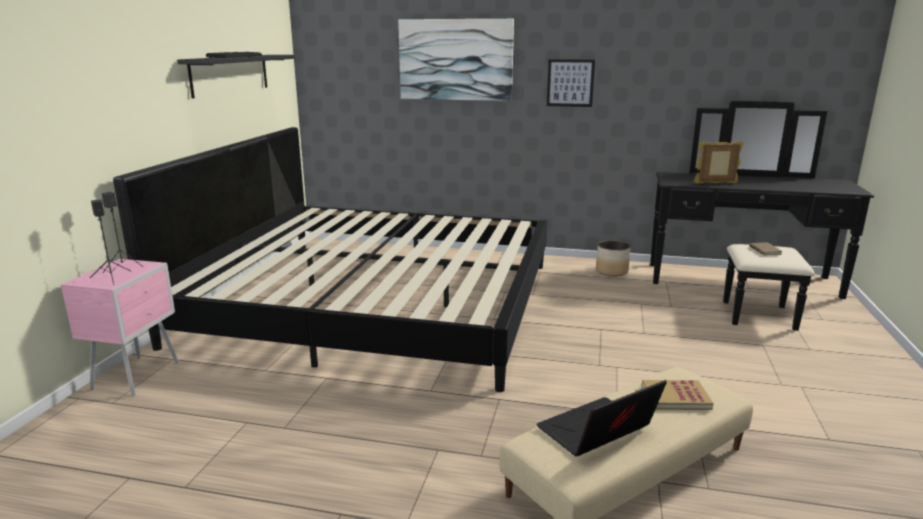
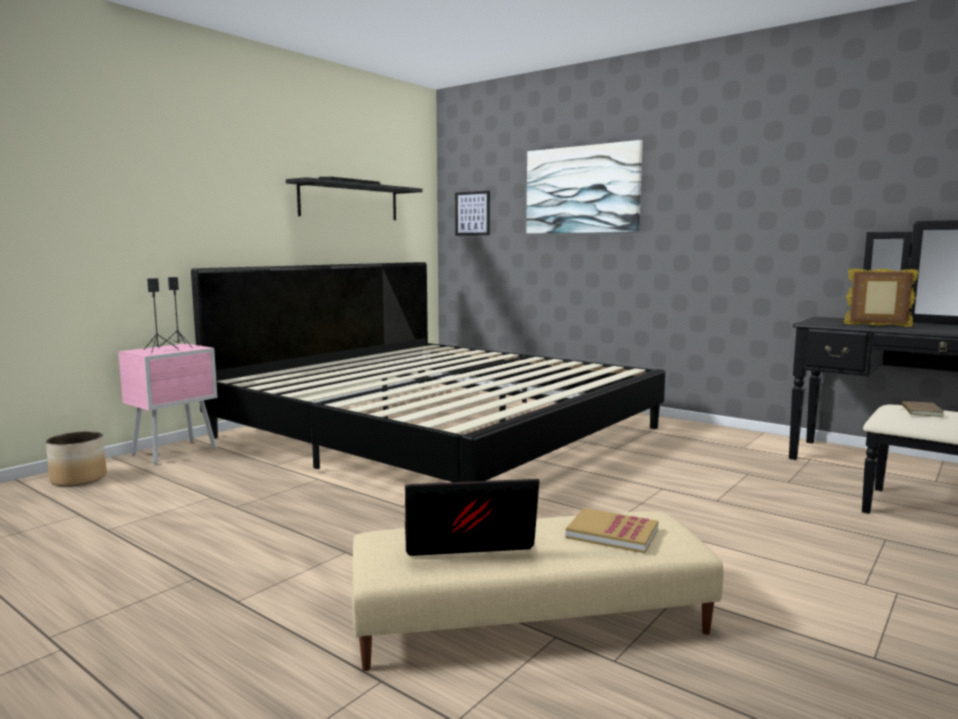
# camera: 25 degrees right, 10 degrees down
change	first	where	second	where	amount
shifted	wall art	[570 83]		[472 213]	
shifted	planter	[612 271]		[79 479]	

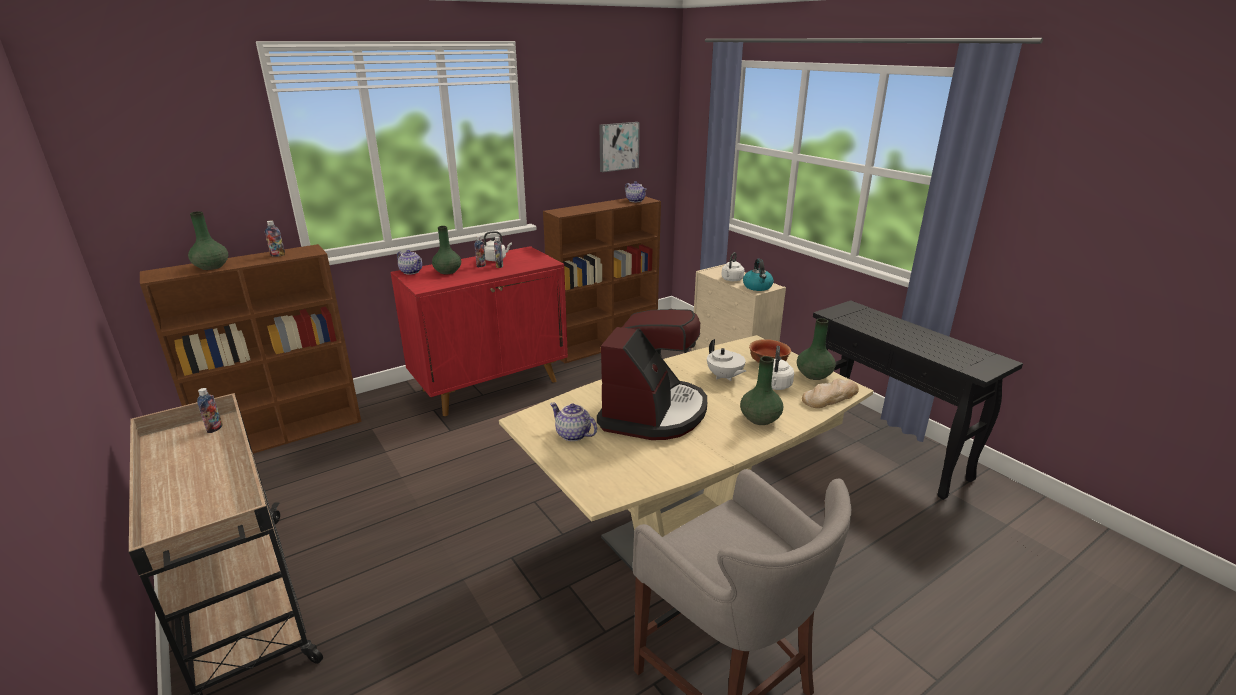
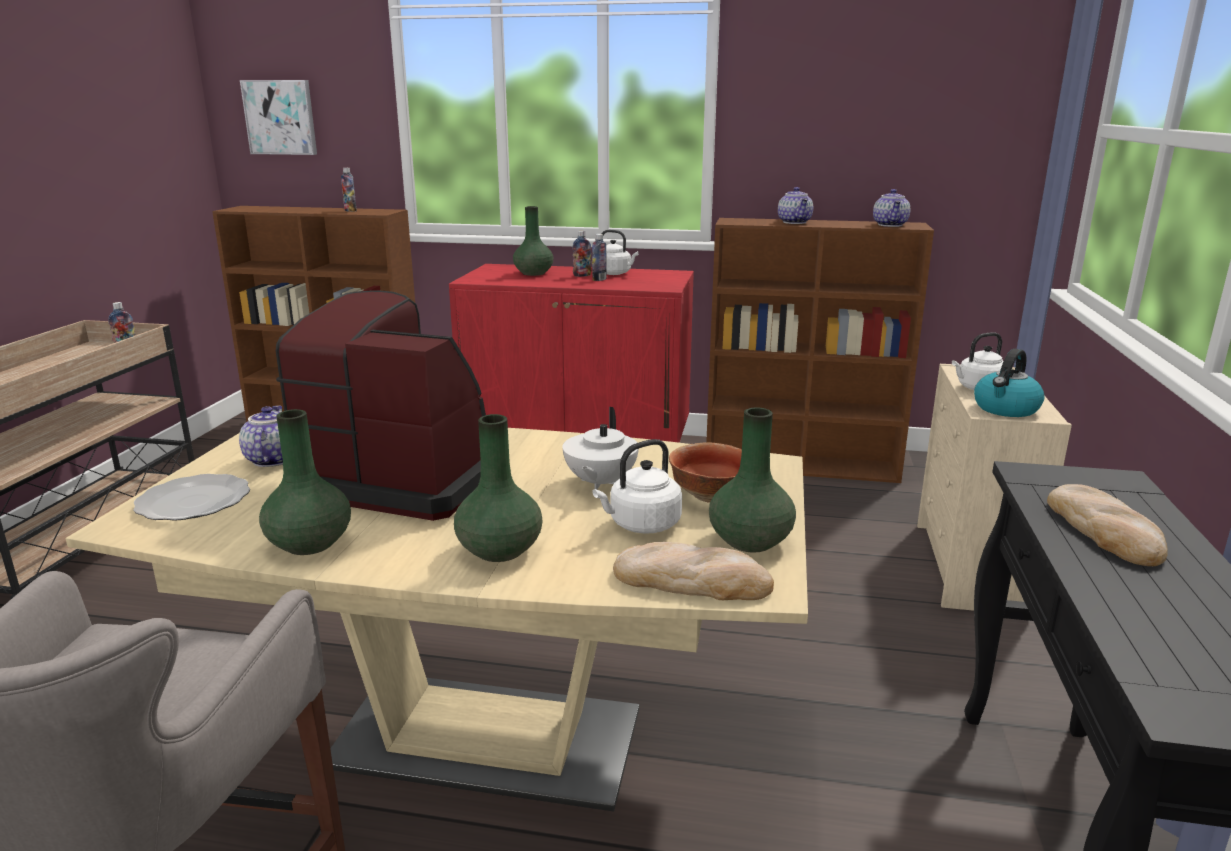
# camera: 45 degrees right, 5 degrees down
change	first	where	second	where	amount
new			flat dish	[192 502]	
new			baked bread	[1104 531]	
shifted	flower vase (greenish)	[212 267]		[310 543]	
shifted	pot for tea	[412 272]		[795 222]	
shifted	wall art	[618 146]		[280 117]	
rotated	coffee brewer	[653 412]		[403 478]	135 degrees counterclockwise

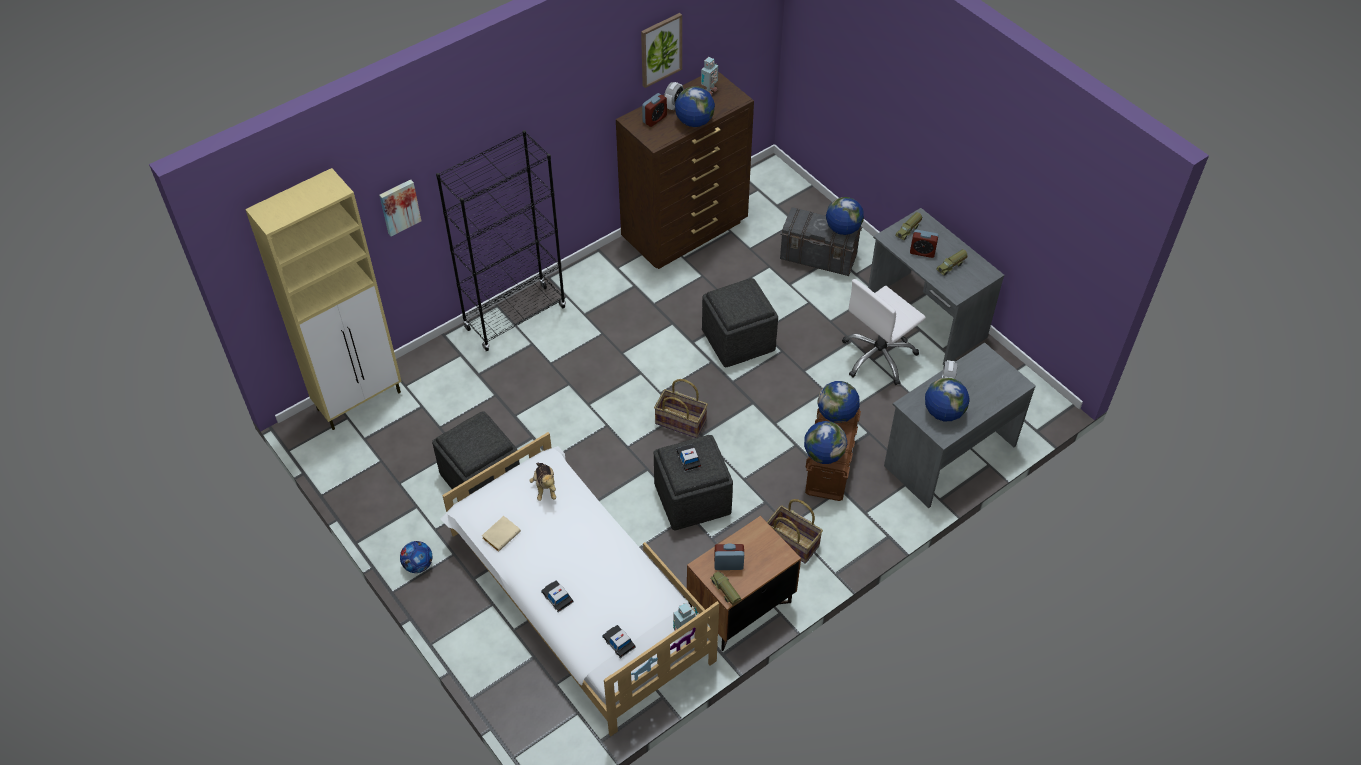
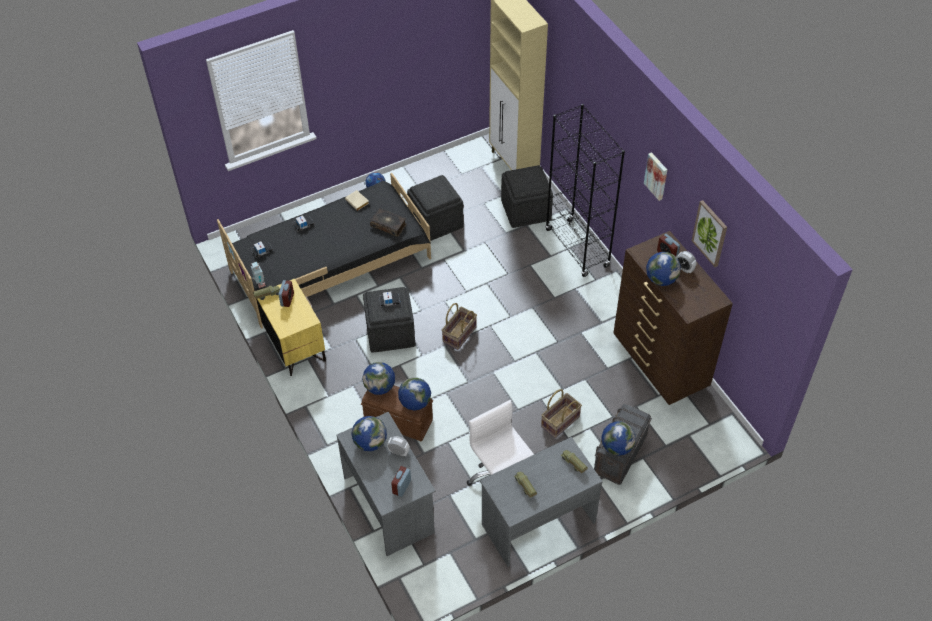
# camera: 100 degrees right, 0 degrees up
change	first	where	second	where	amount
gone	model robot	[709 91]			
shifted	wall art	[399 206]		[657 176]	
shifted	ottoman (grey)	[737 339]		[526 209]	
shifted	basket	[793 542]		[560 422]	
shifted	table clock	[922 252]		[401 487]	
swapped	cuddly toy	[545 487]	book	[388 225]	
repainted	sleeping bed (whitish)	[577 595]	sleeping bed (black)	[331 263]	
repainted	nightstand (brown)	[740 608]	nightstand (yellow)	[295 346]	

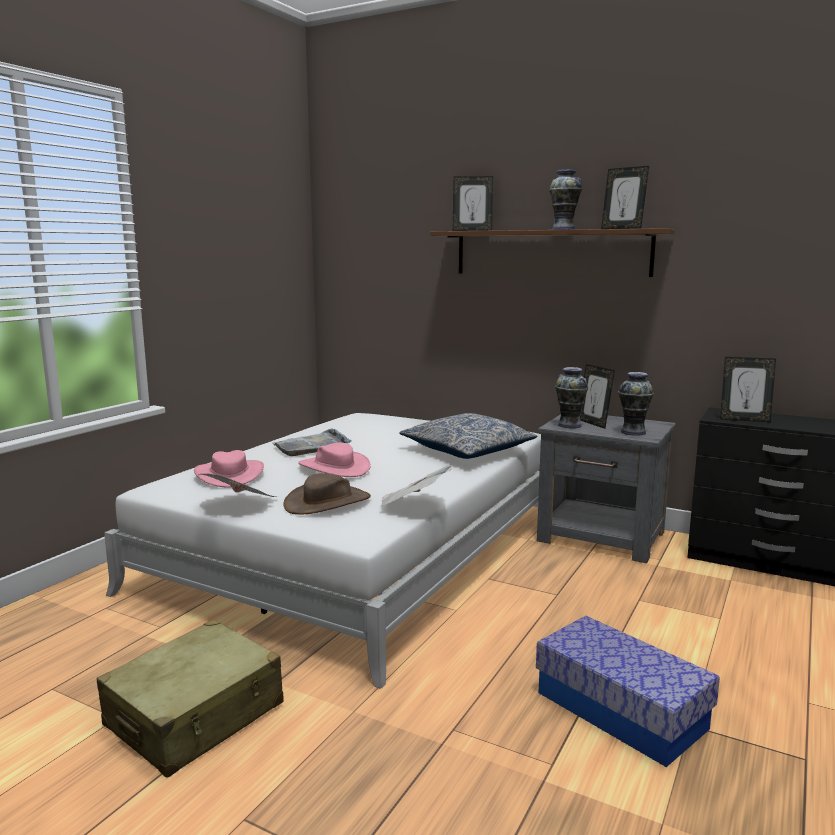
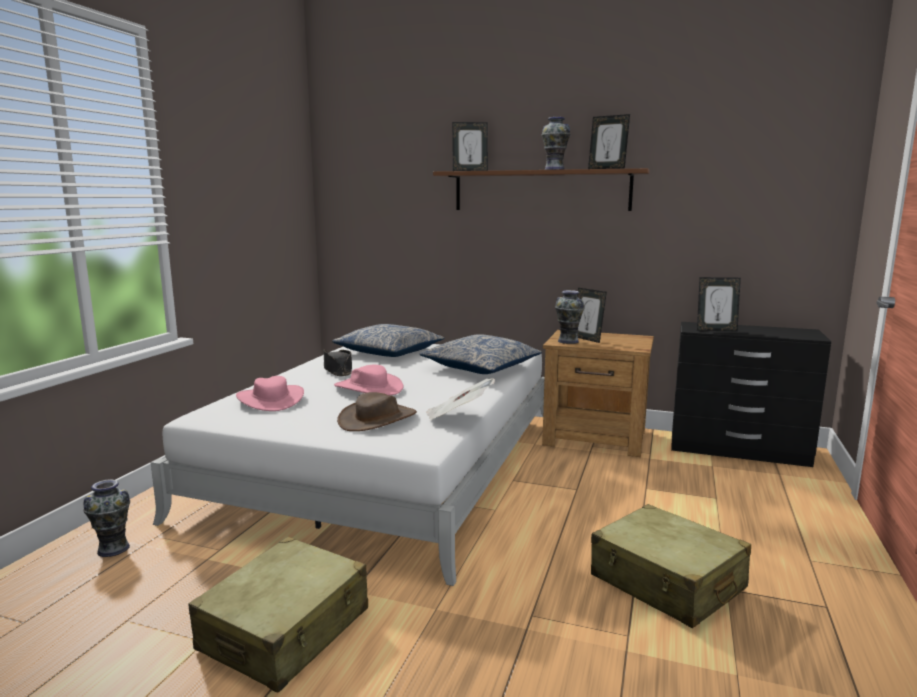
# camera: 10 degrees left, 0 degrees up
change	first	where	second	where	amount
gone	printed paper	[241 505]			
new			cushion	[389 352]	
shifted	flower vase	[633 432]		[113 549]	
swapped	tray (grey)	[312 446]	clothing hat (black)	[338 370]	
swapped	storage bin	[621 710]	travel case (sand-coloured)	[667 582]	
repainted	nightstand (grey)	[602 537]	nightstand (brown)	[596 438]	

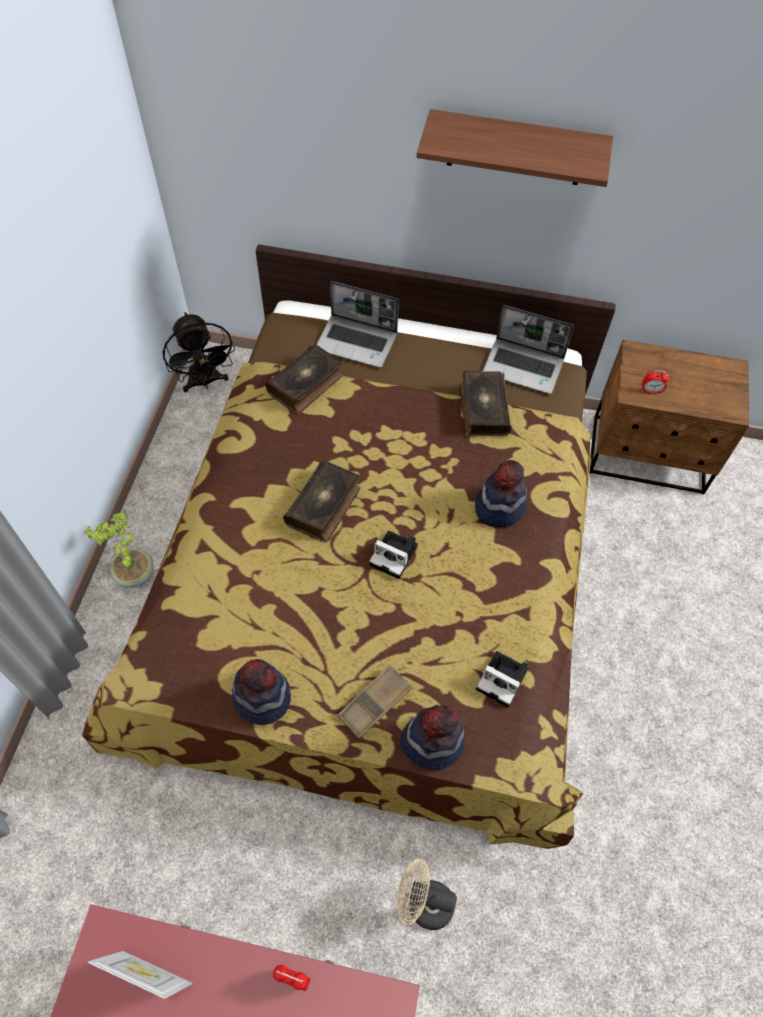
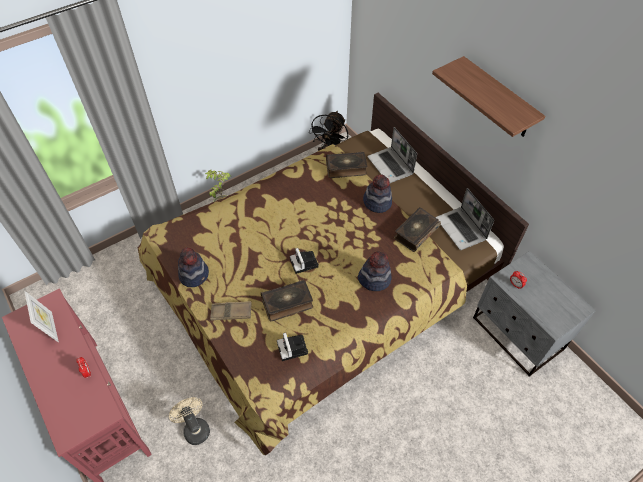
# camera: 45 degrees right, 5 degrees down
change	first	where	second	where	amount
shifted	book	[324 506]		[287 303]	
shifted	clothing hat	[432 741]		[377 202]	
repainted	nightstand (brown)	[648 456]	nightstand (grey)	[517 334]	

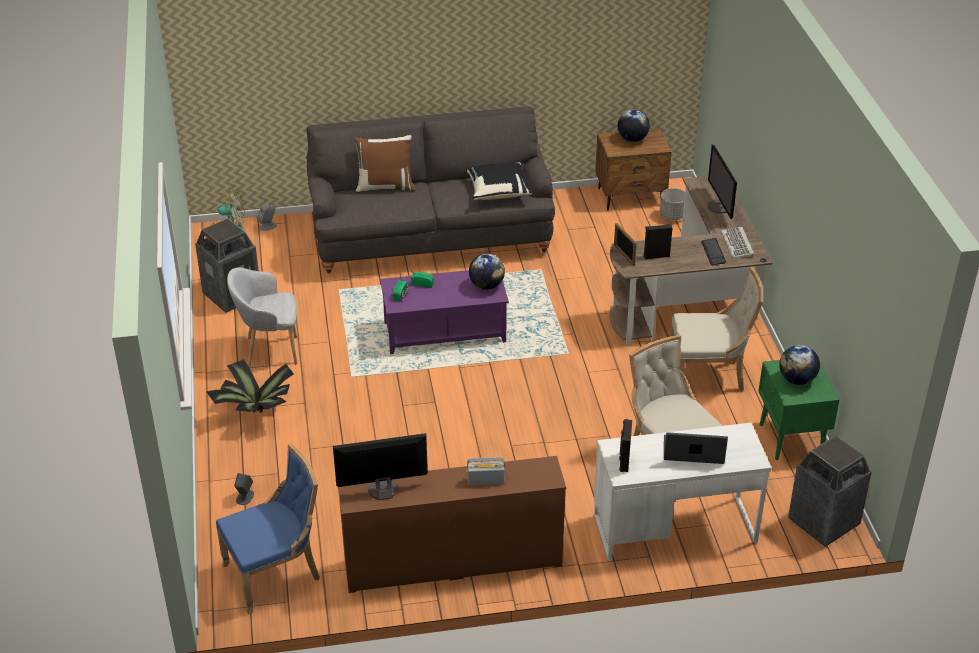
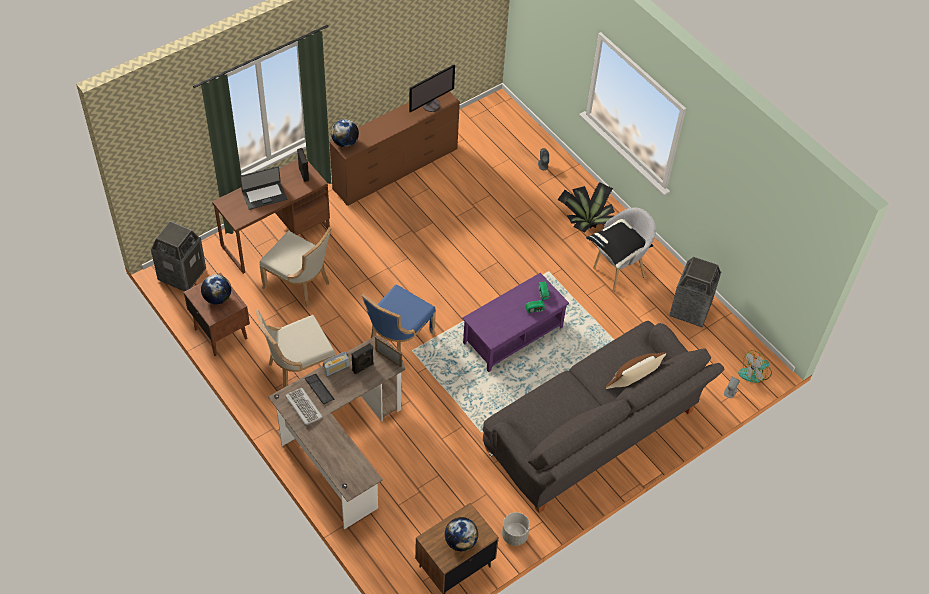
# camera: 150 degrees right, 15 degrees up
change	first	where	second	where	amount
gone	monitor	[720 207]			
shifted	chair (bluish)	[276 573]		[397 340]	
shifted	cushion (black)	[498 191]		[618 248]	
shifted	radio	[485 480]		[336 368]	
shifted	desk globe	[486 286]		[345 142]	
shifted	planter (grey)	[672 216]		[514 535]	
repainted	desk table (whitish)	[674 528]	desk table (brown)	[276 237]	
repainted	nightstand (greenish)	[791 439]	nightstand (brown)	[221 333]	

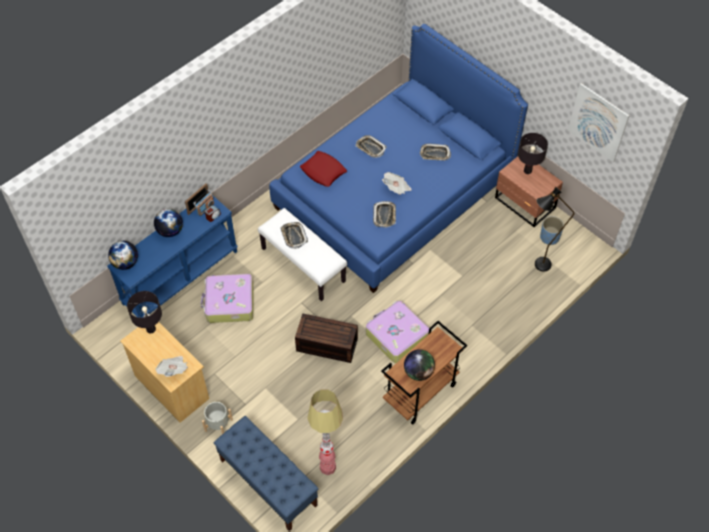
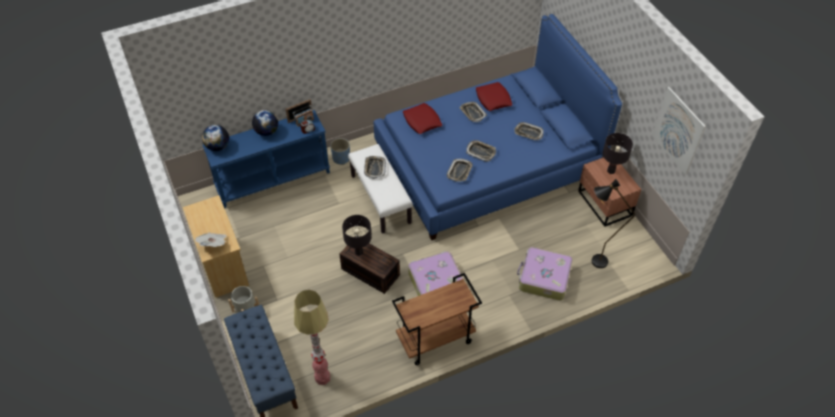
# camera: 20 degrees right, 5 degrees down
change	first	where	second	where	amount
gone	desk globe	[418 372]			
new			cushion (reddish)	[493 99]	
shifted	table lamp (black)	[151 329]		[359 252]	
shifted	travel case	[229 303]		[543 278]	
shifted	planter (bluish)	[549 237]		[341 158]	
swapped	printed paper	[396 188]	tray	[481 152]	

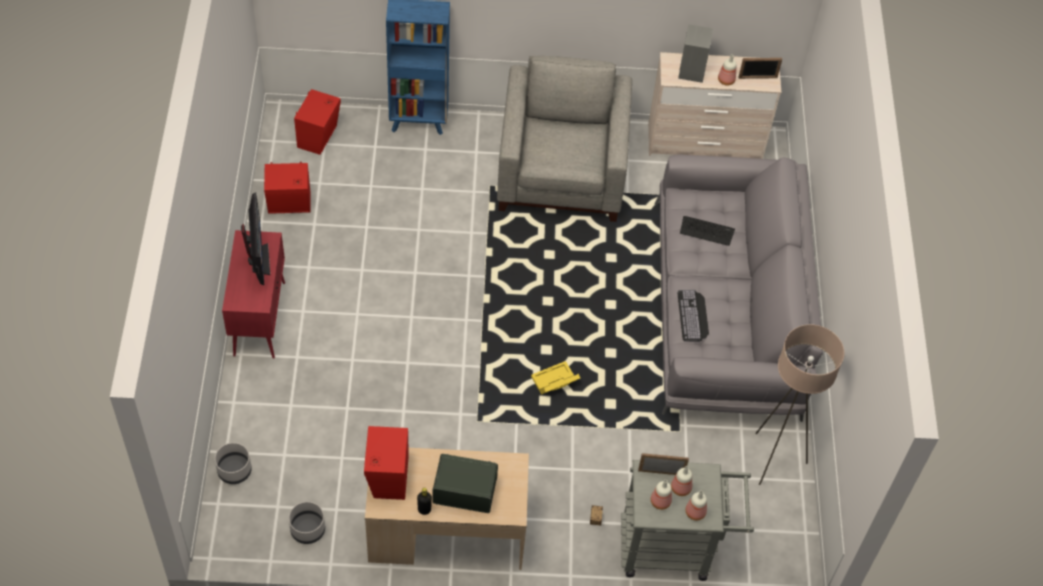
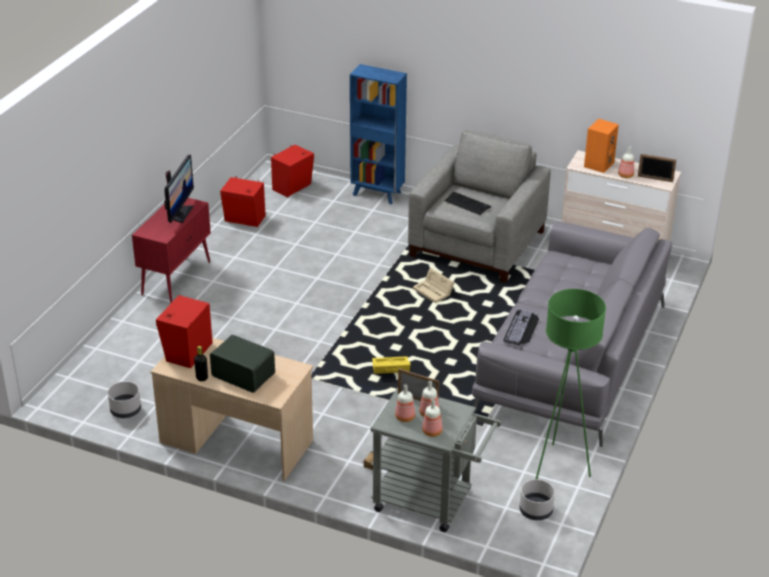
# camera: 25 degrees right, 20 degrees down
change	first	where	second	where	amount
new			storage bin (sand-coloured)	[434 292]	
shifted	planter (grey)	[234 471]		[536 511]	
shifted	PC keyboard	[706 231]		[467 204]	
repainted	speaker (grey)	[691 69]	speaker (orangey)	[598 164]	
repainted	floor lamp (sand-coloured)	[774 459]	floor lamp (greenish)	[559 466]	

